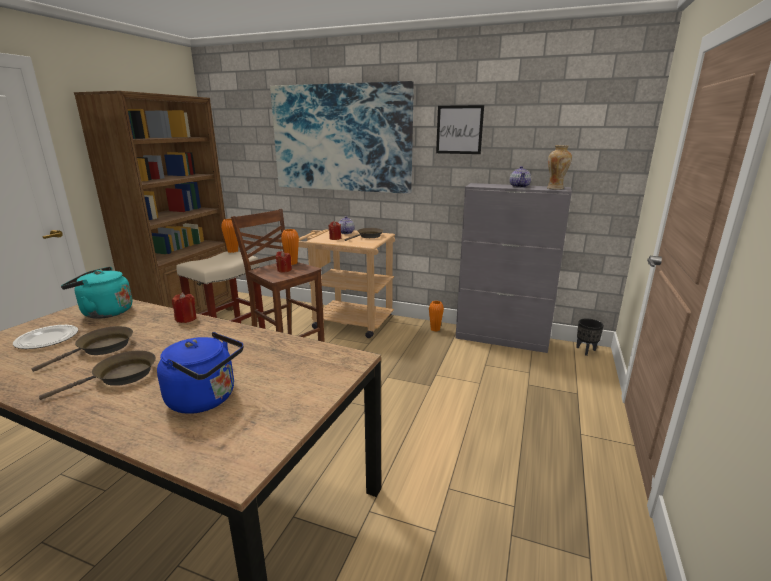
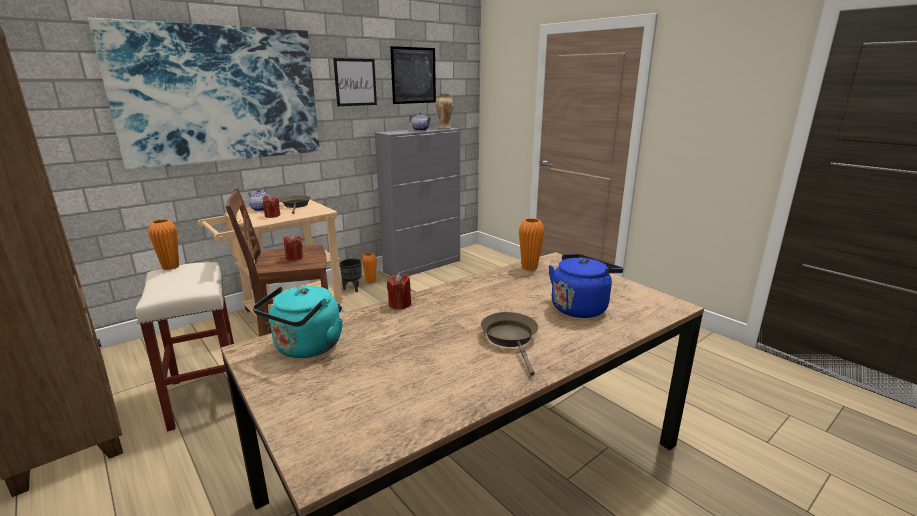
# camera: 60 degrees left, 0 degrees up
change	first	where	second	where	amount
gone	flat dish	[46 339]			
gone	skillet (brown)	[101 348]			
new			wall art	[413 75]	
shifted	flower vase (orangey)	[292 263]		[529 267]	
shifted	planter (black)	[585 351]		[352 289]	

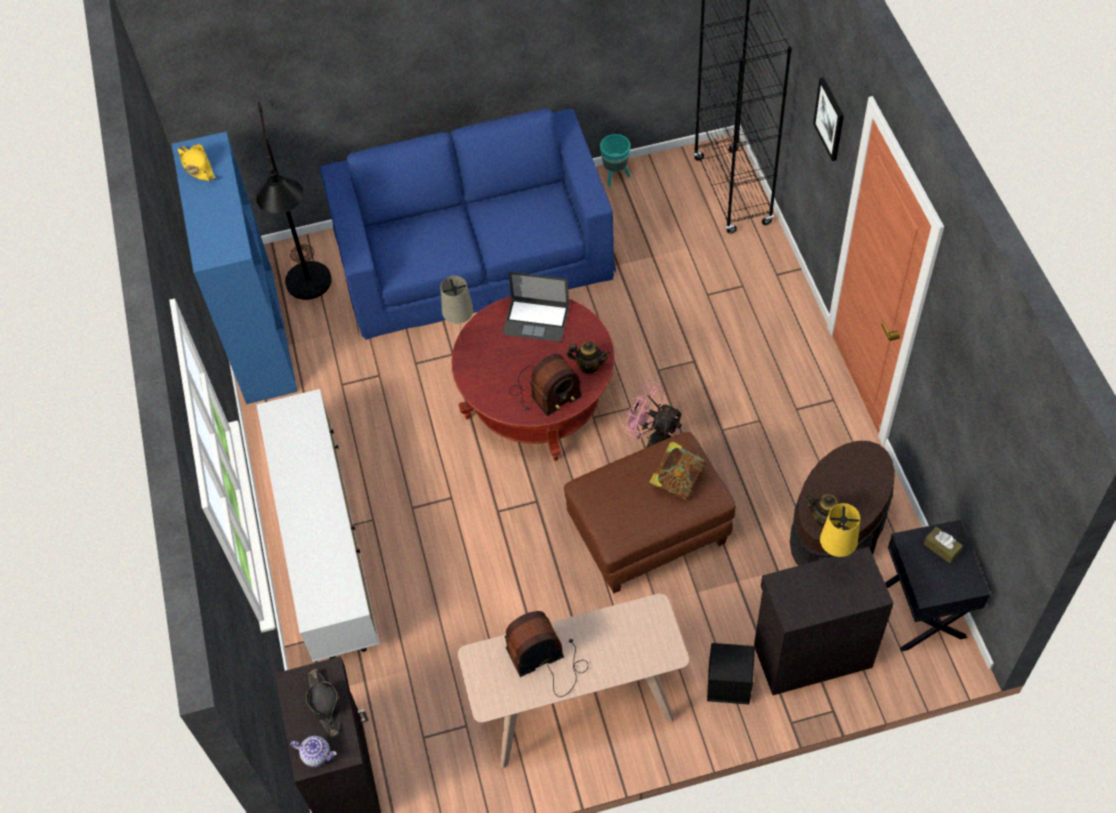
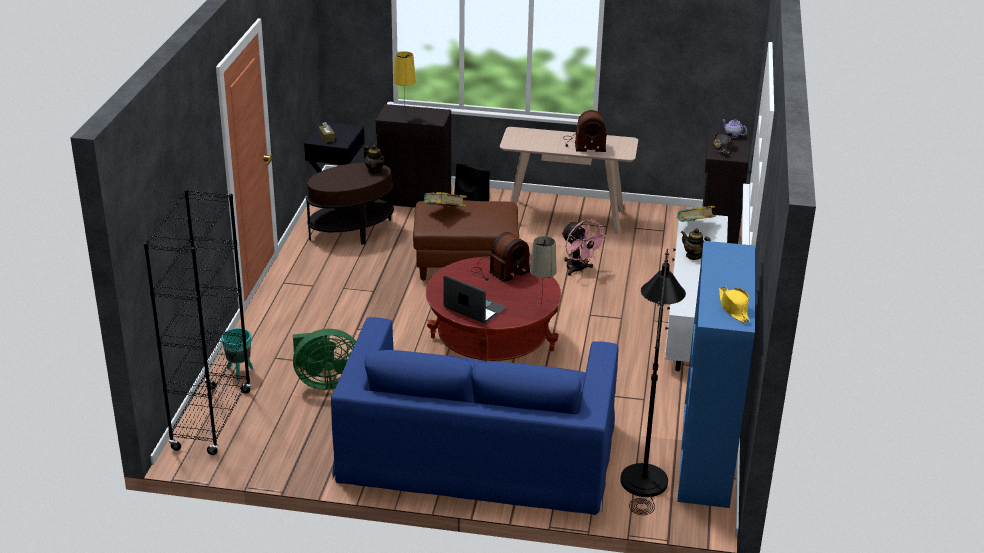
# camera: 160 degrees left, 25 degrees down
change	first	where	second	where	amount
gone	wall art	[830 119]			
new			electric fan (greenish)	[325 382]	
new			book	[695 227]	
shifted	pot for tea	[589 365]		[693 256]	
shifted	planter (blue-green)	[615 176]		[239 372]	
shifted	electric fan (pink)	[653 440]		[579 270]	
rotated	radio	[544 393]		[499 271]	150 degrees clockwise

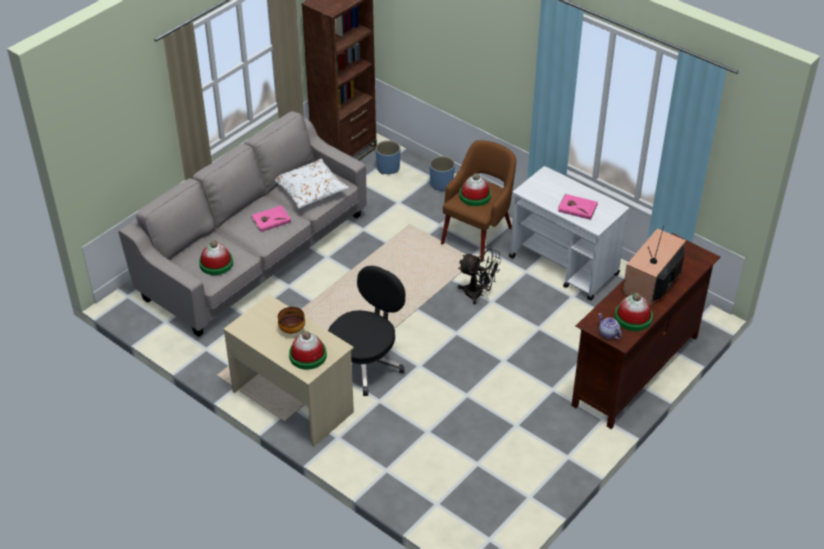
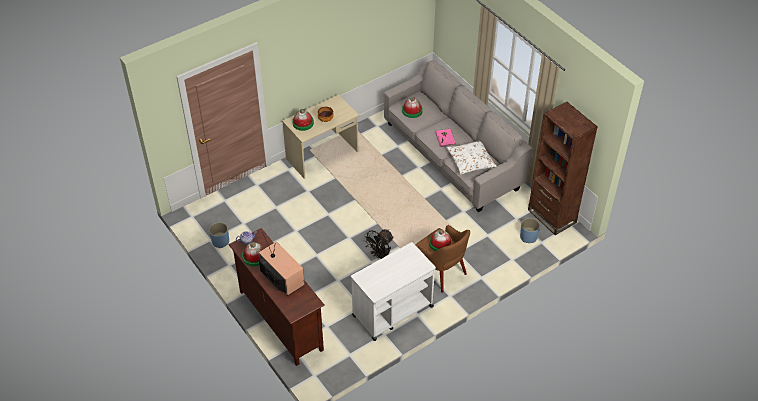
# camera: 105 degrees right, 5 degrees up
change	first	where	second	where	amount
gone	office chair (black)	[365 364]			
gone	book (pink)	[577 207]			
shifted	planter (bluish)	[441 184]		[220 241]	

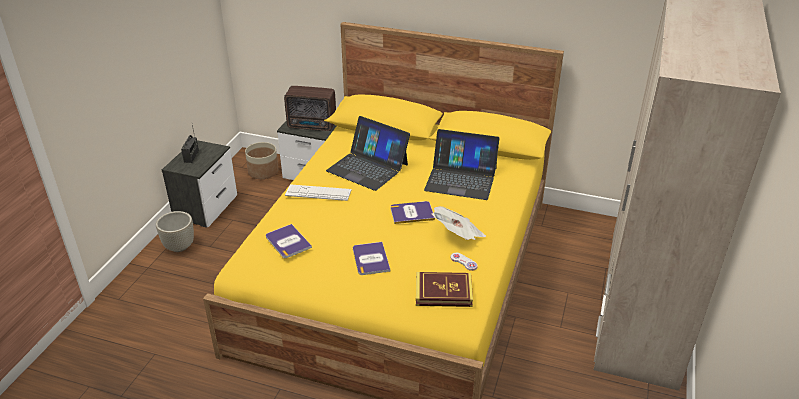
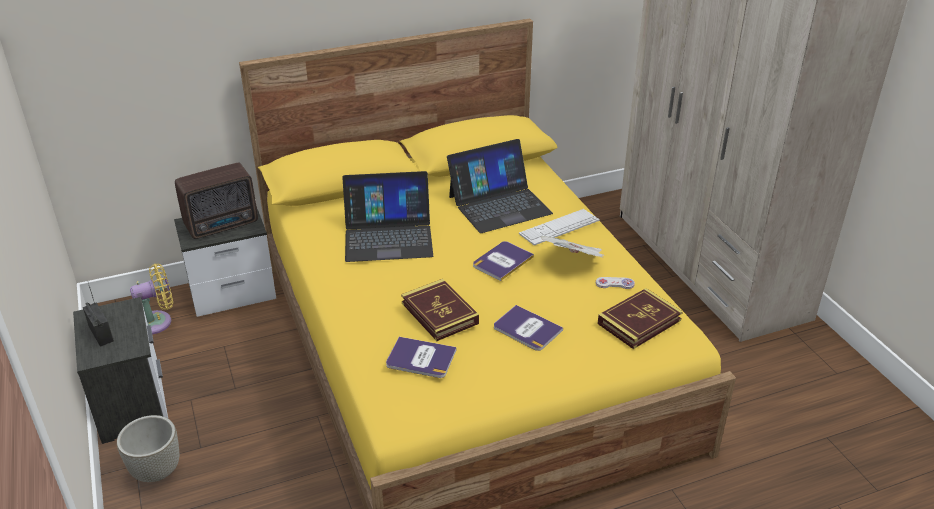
# camera: 40 degrees left, 0 degrees up
change	first	where	second	where	amount
new			book	[439 313]	
shifted	PC keyboard	[318 193]		[559 227]	
swapped	planter	[263 171]	electric fan (yellow)	[158 322]	

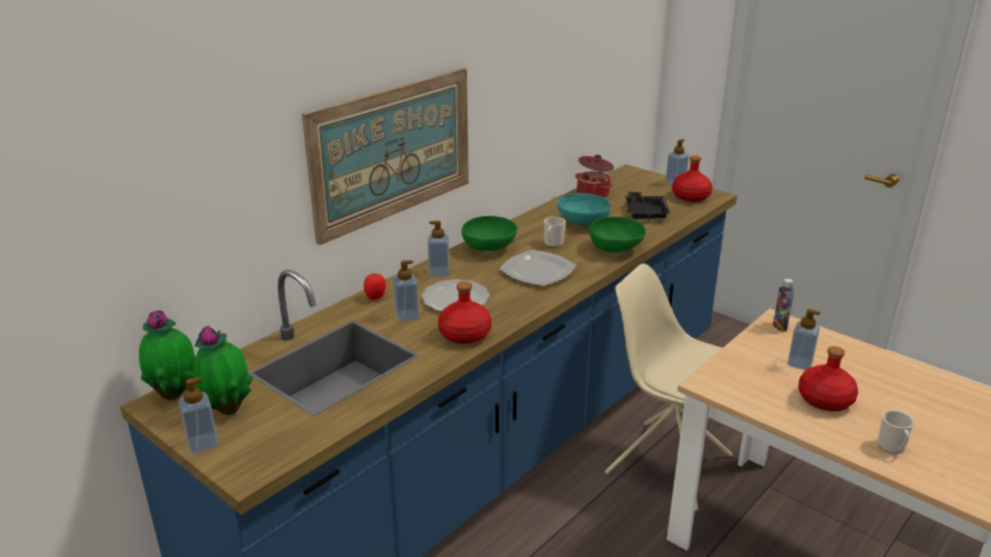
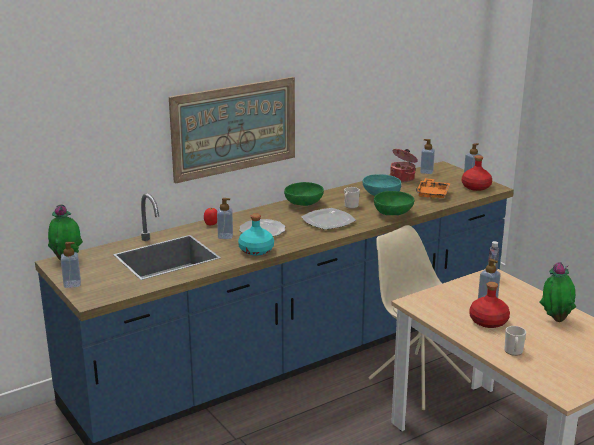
# camera: 15 degrees right, 5 degrees down
change	first	where	second	where	amount
shifted	plant in a pot	[228 409]		[555 319]	
shifted	soap dispenser	[439 272]		[426 172]	
repainted	drink bottle (reddish)	[464 334]	drink bottle (blue-green)	[256 250]	
repainted	tray (black)	[645 213]	tray (orangey)	[432 194]	

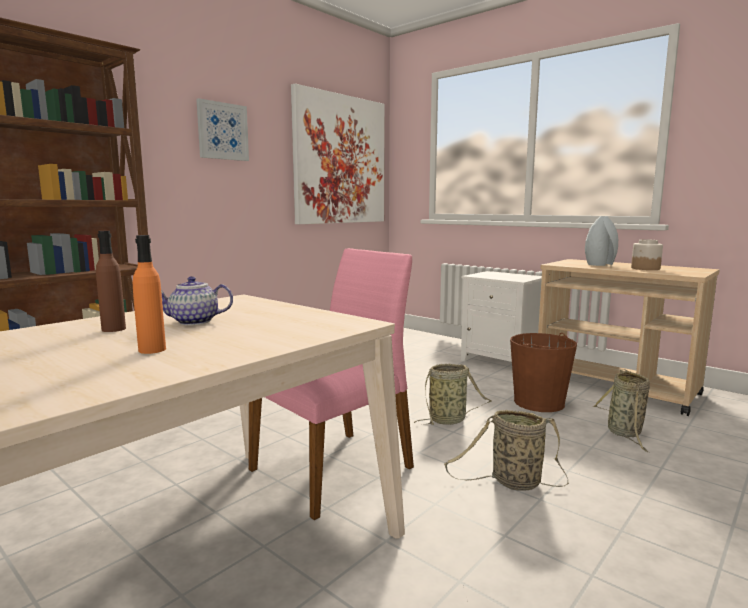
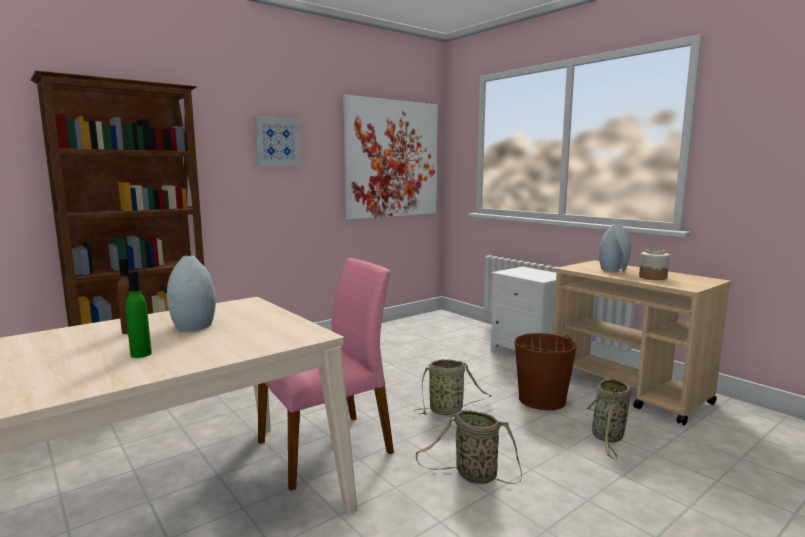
# camera: 10 degrees right, 0 degrees up
change	first	where	second	where	amount
swapped	pot for tea	[193 322]	flower vase (grey)	[192 326]	
repainted	drink bottle (orangey)	[152 350]	drink bottle (greenish)	[141 354]	

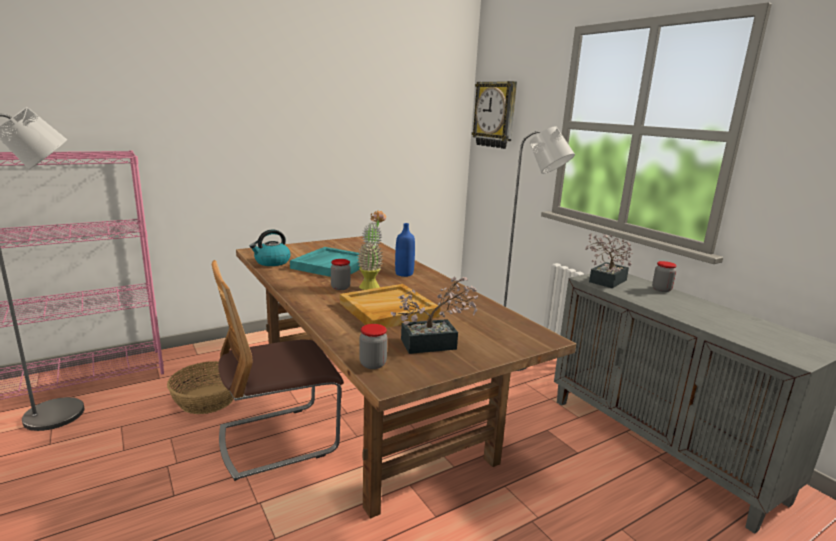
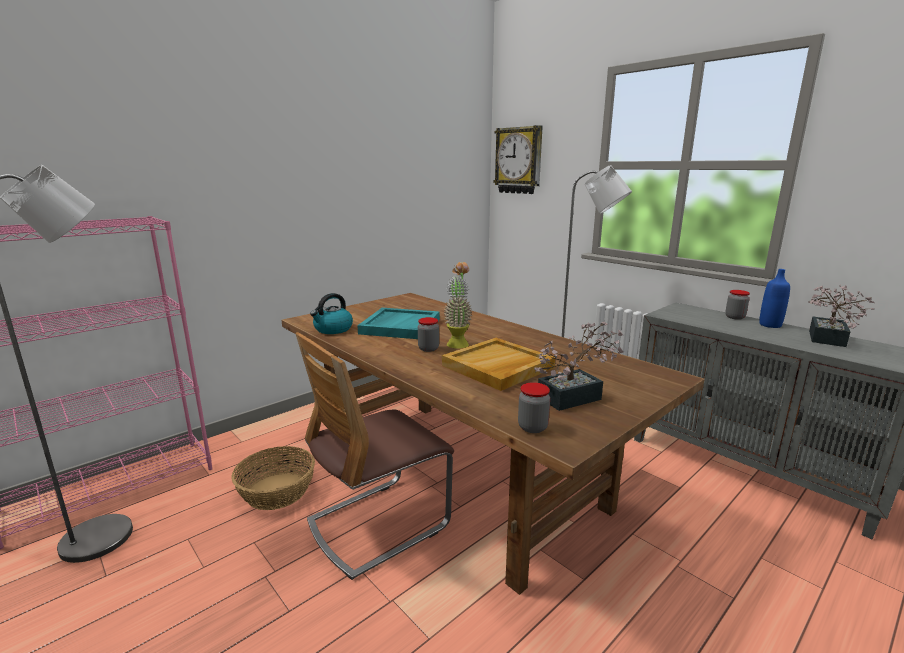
# camera: 10 degrees left, 0 degrees up
change	first	where	second	where	amount
shifted	drink bottle (bluish)	[404 274]		[770 325]	
shifted	plant in a pot	[605 282]		[826 340]	

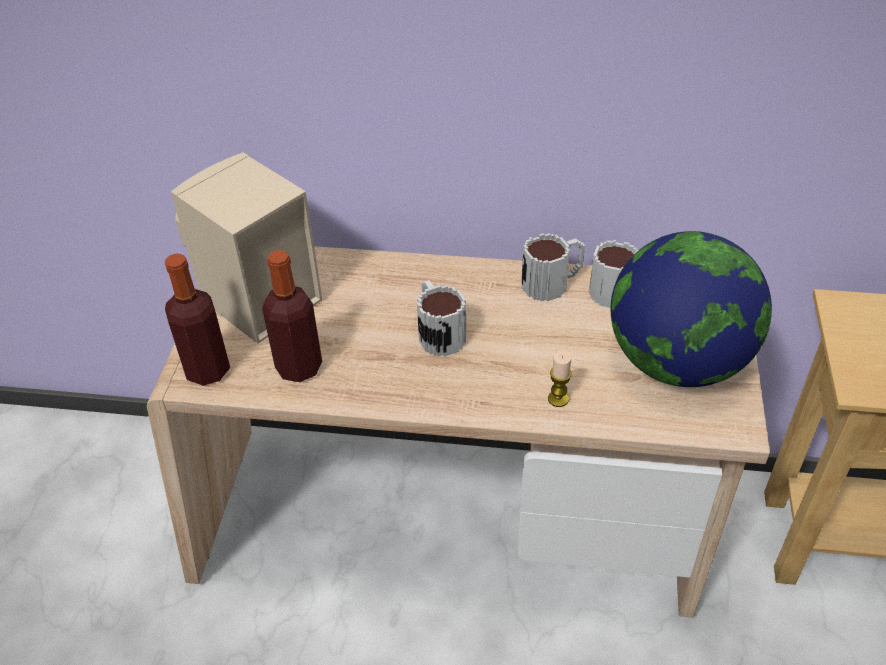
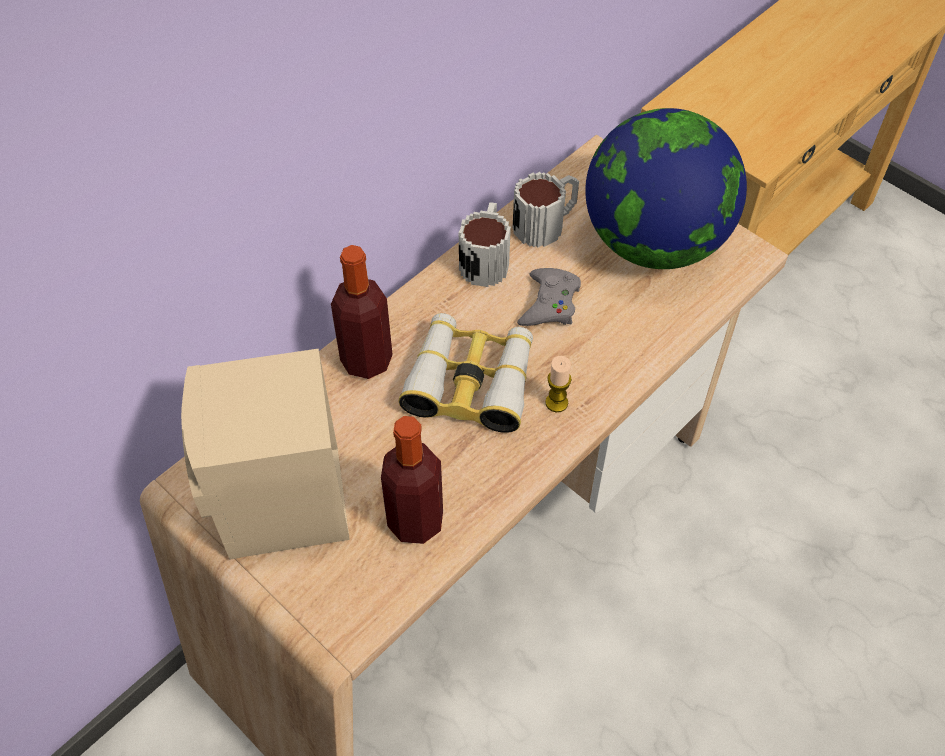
# camera: 55 degrees left, 10 degrees up
change	first	where	second	where	amount
new			joypad (grey)	[549 303]	
shifted	drink bottle	[207 370]		[366 360]	
shifted	wax candle	[558 399]		[556 402]	
swapped	tea mug	[438 332]	binoculars	[470 381]	

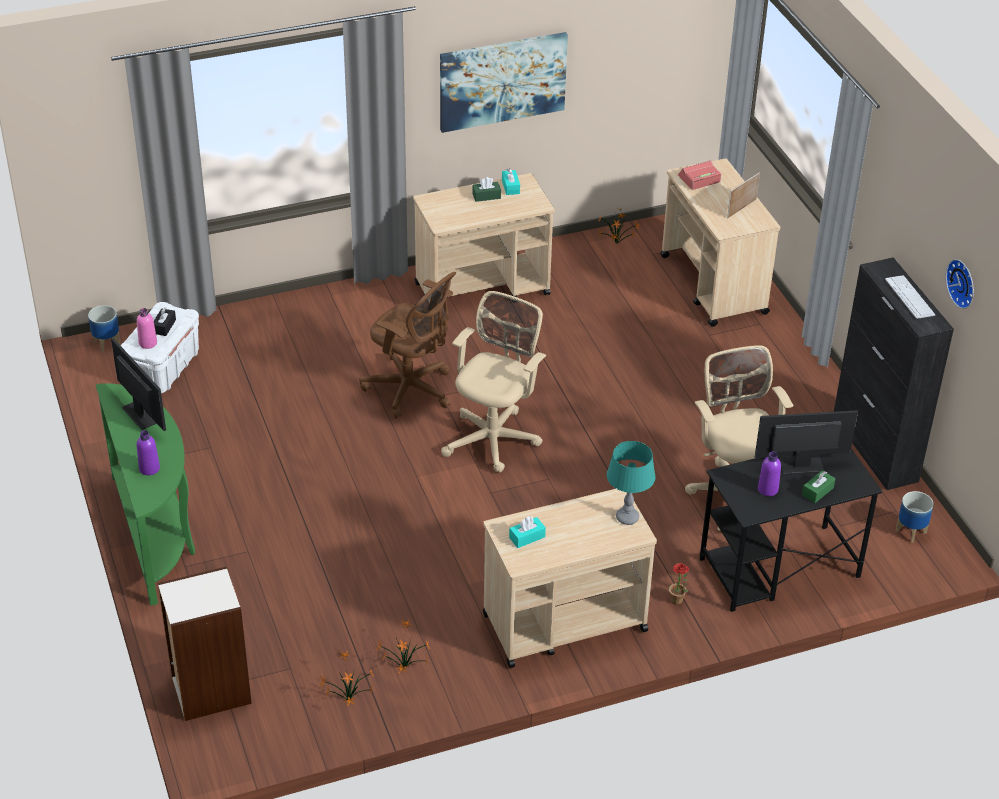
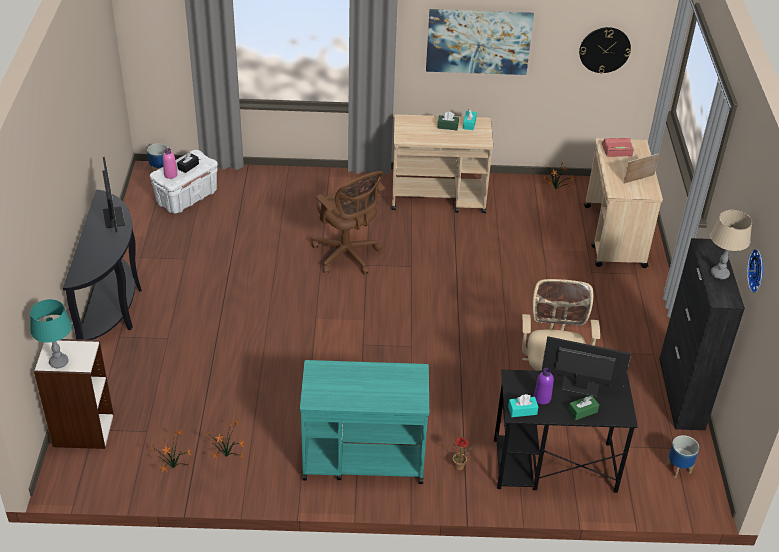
# camera: 20 degrees right, 0 degrees up
change	first	where	second	where	amount
gone	drink bottle (purplish)	[149 468]			
gone	office chair (sand-coloured)	[494 437]			
new			wall clock	[604 49]	
shifted	box of tissues (blue-green)	[527 537]		[522 410]	
shifted	table lamp (blue-green)	[627 518]		[59 362]	
swapped	PC keyboard	[909 297]	table lamp (sand-coloured)	[719 274]	
repainted	hall table (greenish)	[156 534]	hall table (black)	[114 308]	
repainted	trolley (sand-coloured)	[563 622]	trolley (blue-green)	[362 457]	

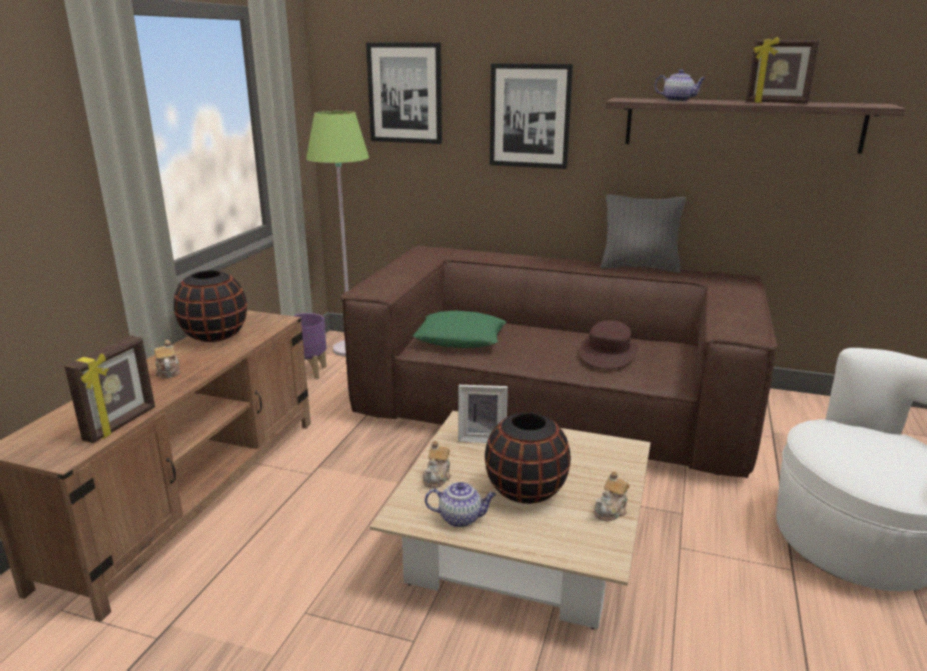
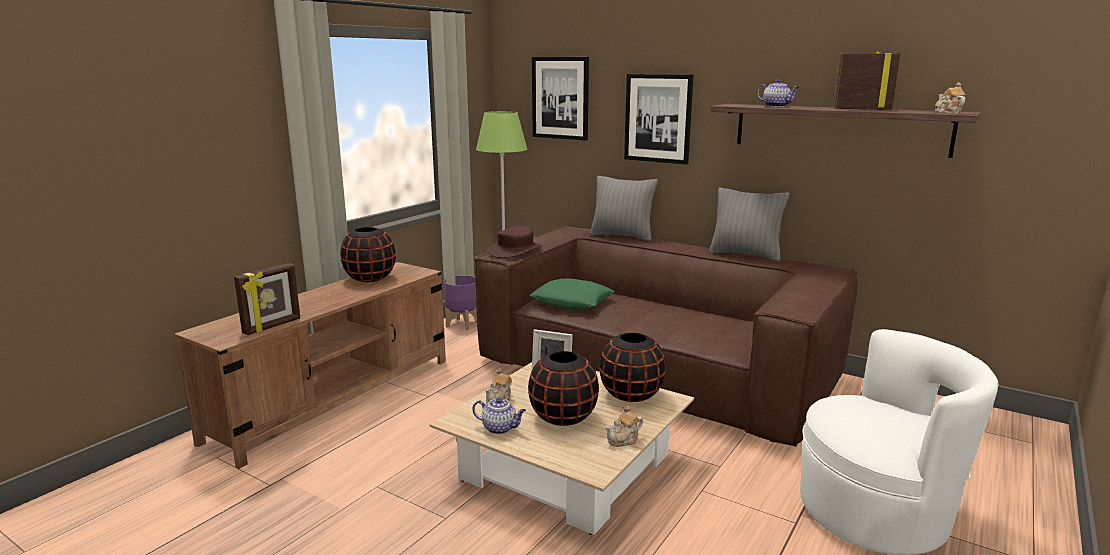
# camera: 15 degrees right, 5 degrees down
change	first	where	second	where	amount
new			cushion (grey)	[622 236]	
new			flower vase (black)	[631 395]	
shifted	pot for tea	[168 372]		[947 113]	
shifted	clothing hat (brown)	[608 353]		[515 250]	
rotated	standing frame	[776 103]		[862 109]	150 degrees clockwise

